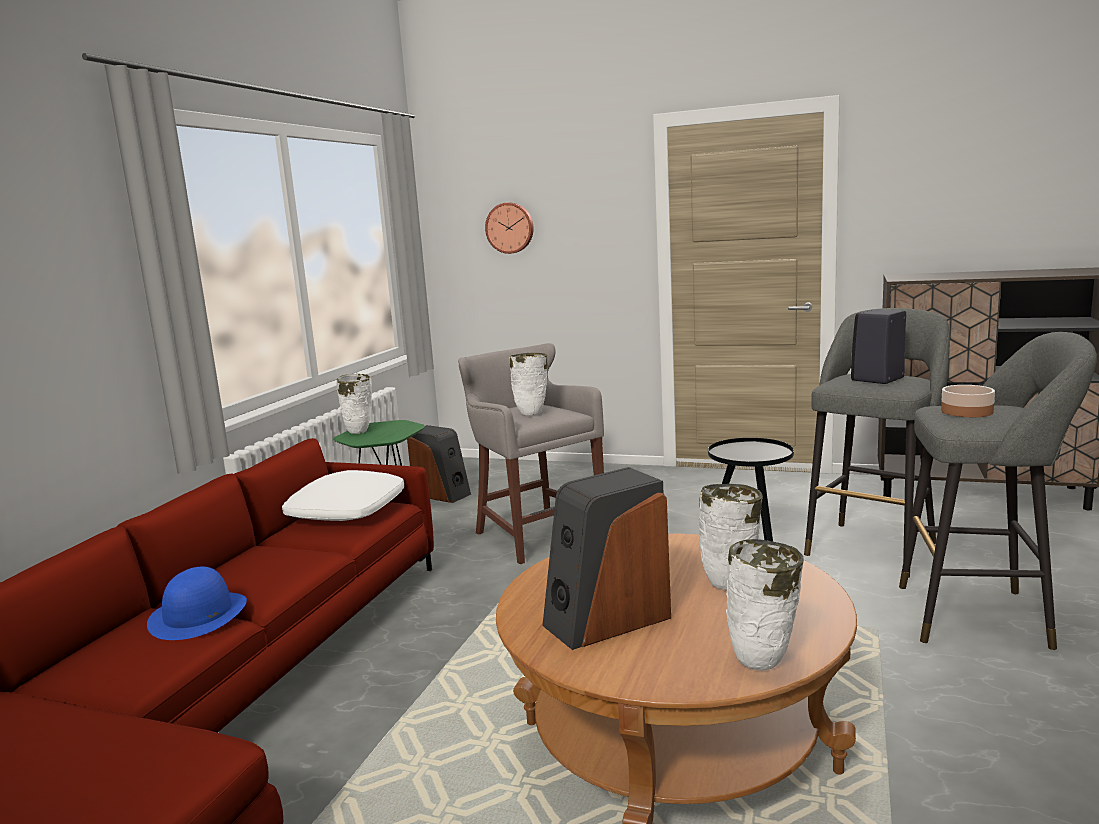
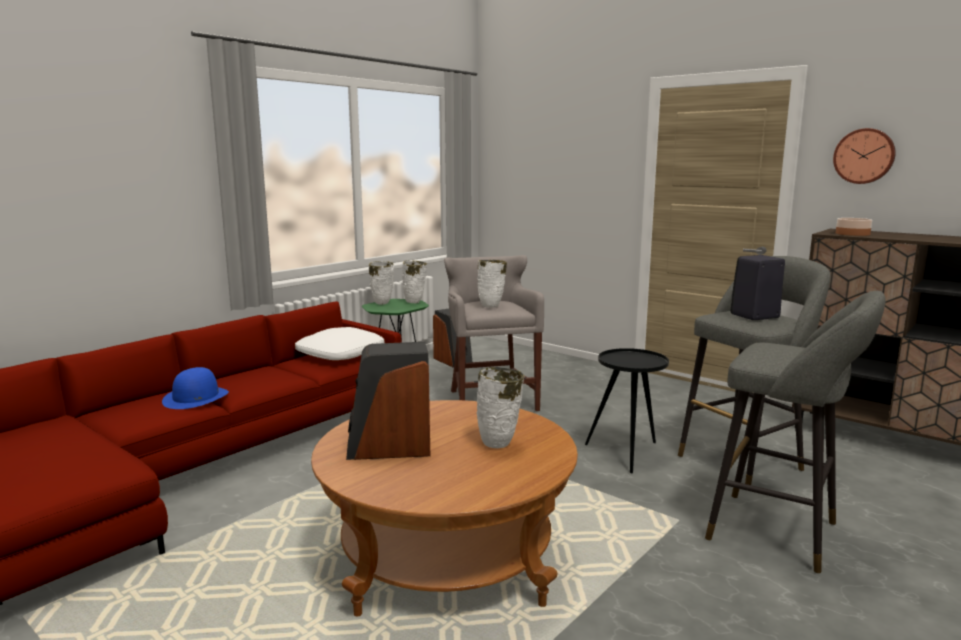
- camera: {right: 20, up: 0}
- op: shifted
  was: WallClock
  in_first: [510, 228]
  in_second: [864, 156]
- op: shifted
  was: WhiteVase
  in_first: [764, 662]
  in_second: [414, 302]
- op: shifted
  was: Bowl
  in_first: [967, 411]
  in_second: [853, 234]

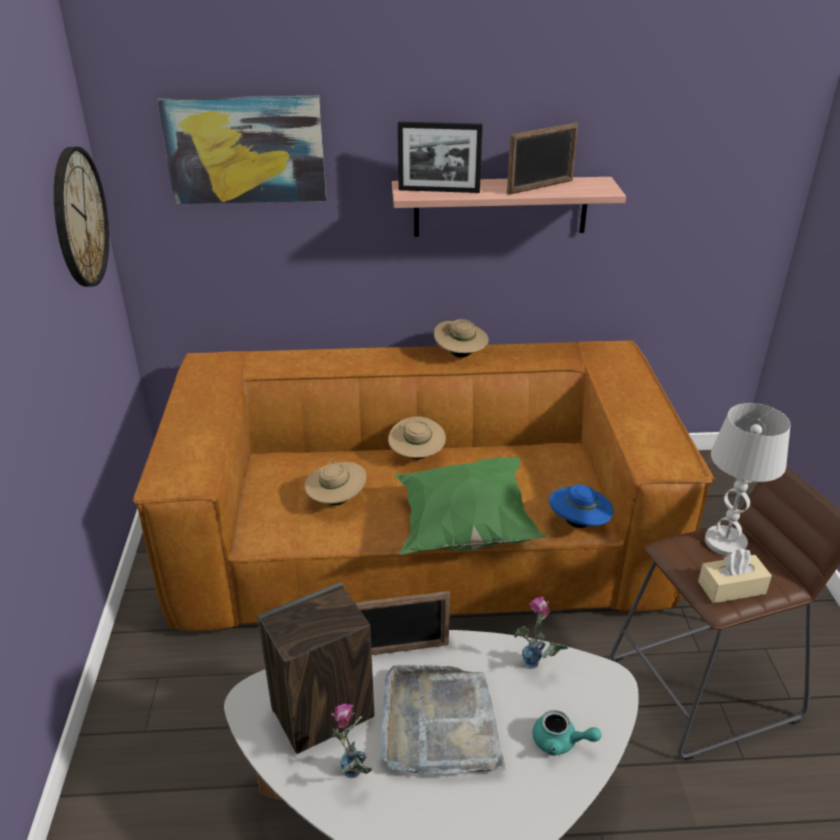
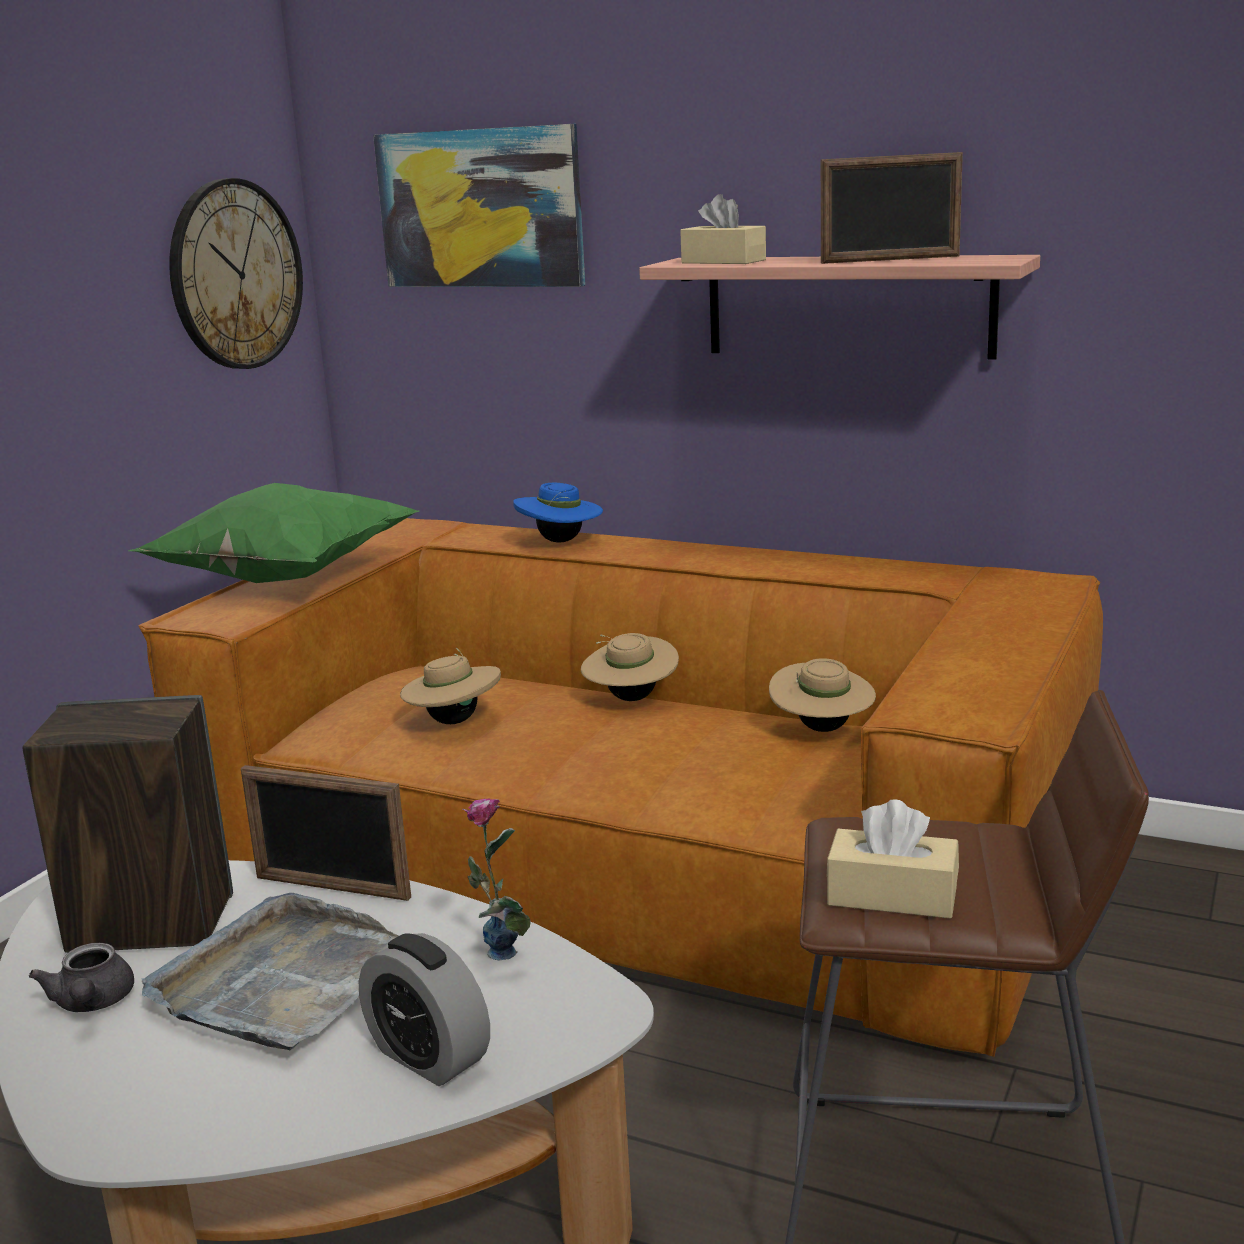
- camera: {right: 30, up: -15}
- op: swapped
  was: Vase
  now: GreyTeapot
  in_first: [352, 782]
  in_second: [92, 1003]
- op: shifted
  was: GreenPillow
  in_first: [463, 530]
  in_second: [282, 579]
- op: swapped
  was: PictureFrame
  now: BeigeTissueBox
  in_first: [439, 190]
  in_second: [723, 261]
- op: shifted
  was: BeigeHat
  in_first: [460, 355]
  in_second: [822, 729]
- op: swapped
  was: TurquoiseTeapot
  now: AlarmClock
  in_first: [560, 742]
  in_second: [428, 1056]
- op: shifted
  was: BlueHat
  in_first: [578, 524]
  in_second: [560, 541]
- op: gone
  was: WhiteTableLamp
  in_first: [726, 542]

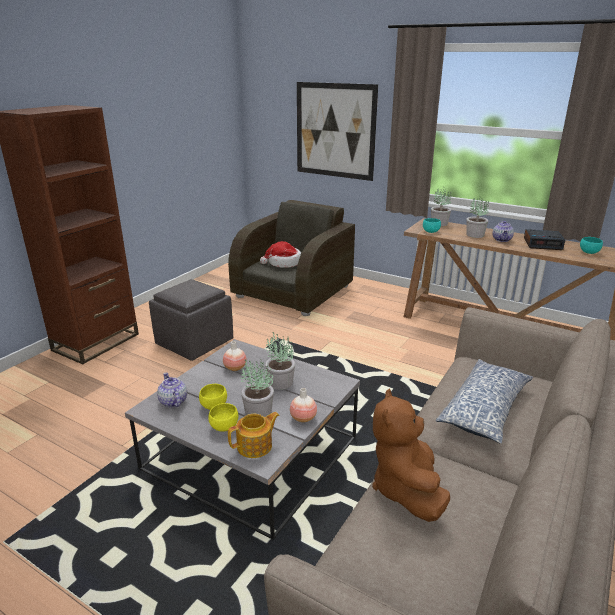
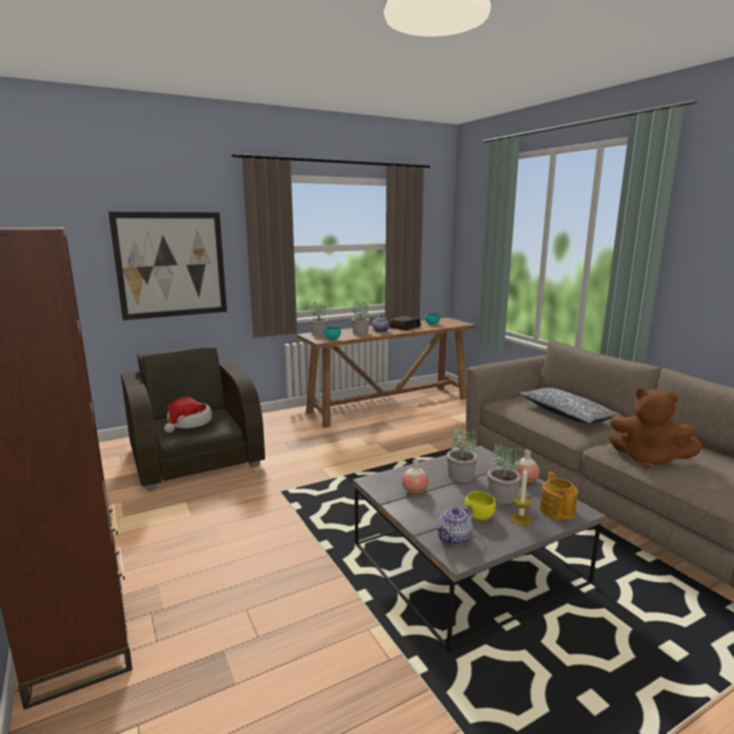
- camera: {right: -60, up: -10}
- op: gone
  was: GreyOttoman
  in_first: [194, 342]
- op: rotated
  was: Teapot
  in_first: [172, 401]
  in_second: [454, 538]
  clockwise: -45
- op: swapped
  was: YellowBowl
  now: Candle
  in_first: [223, 427]
  in_second: [520, 519]

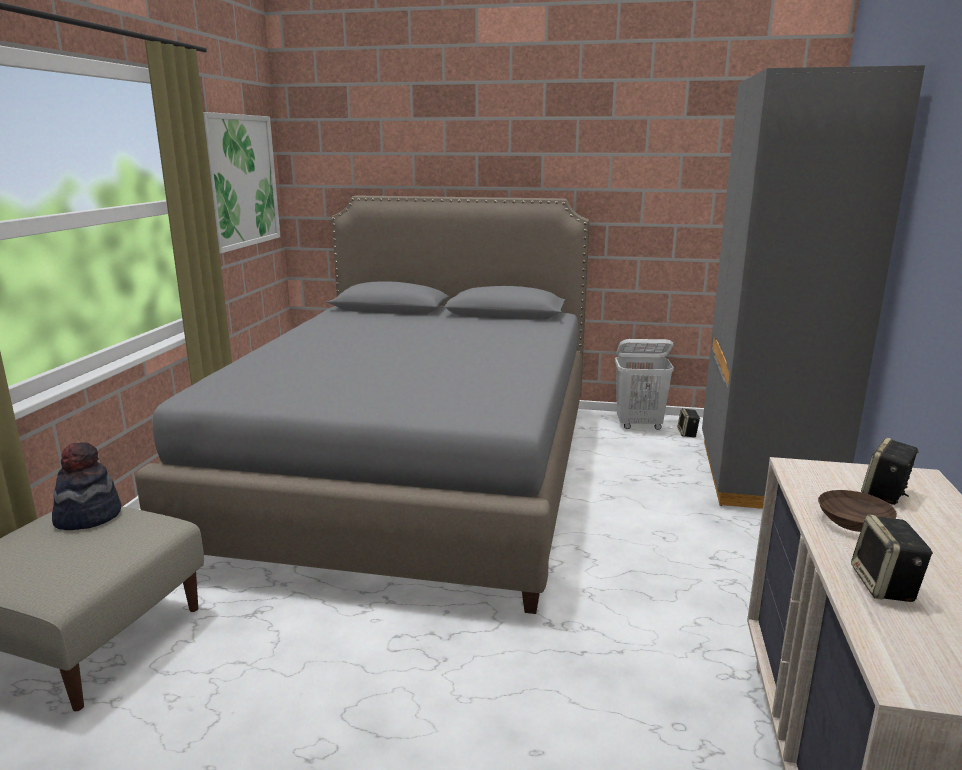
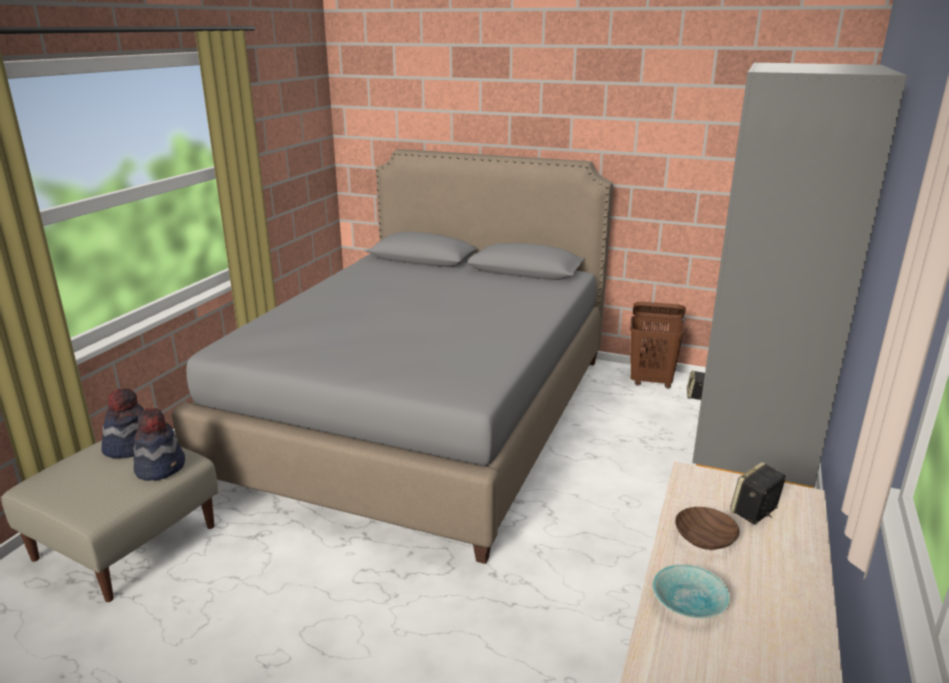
- camera: {right: 10, up: 5}
- op: gone
  was: Picture
  in_first: [240, 181]
- op: repainted
  was: WhiteLaundryBasket
  now: BrownLaundryBasket
  in_first: [639, 425]
  in_second: [651, 382]
- op: swapped
  was: Speaker
  now: TurquoiseBowl
  in_first: [885, 586]
  in_second: [690, 604]
- op: new
  now: Hat
  in_second: [161, 467]

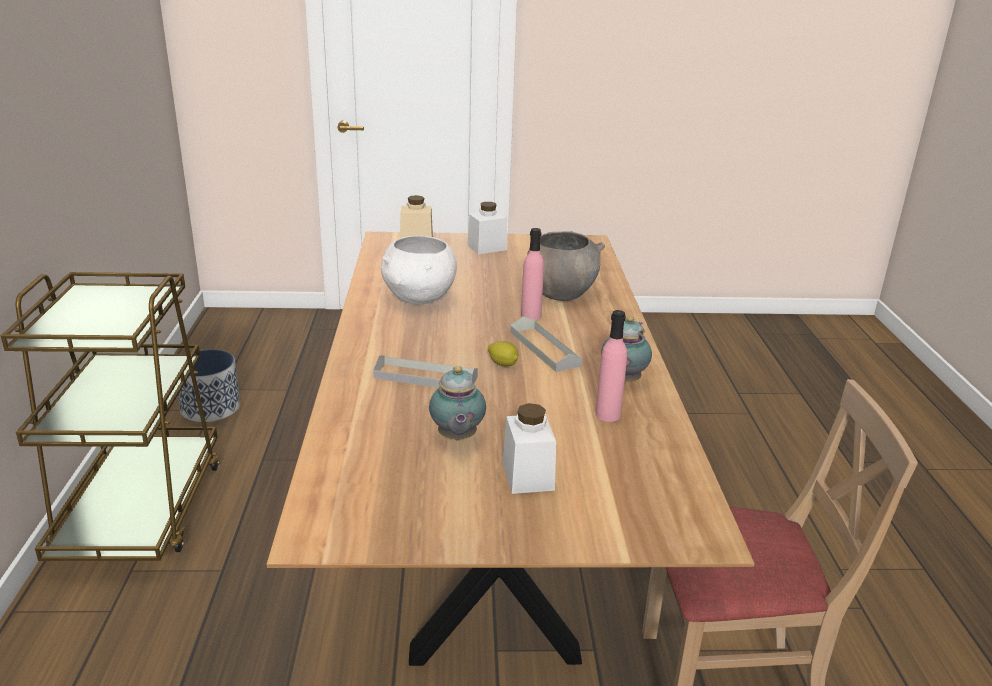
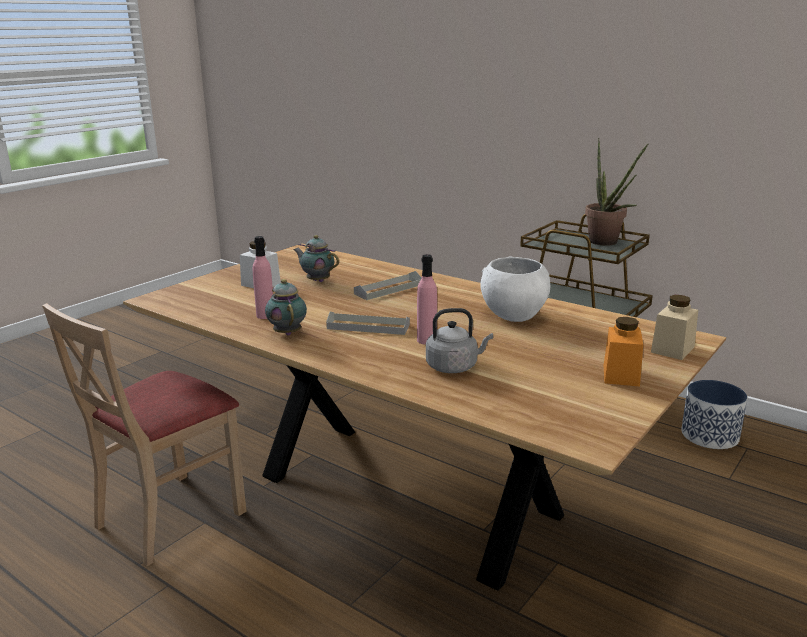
- camera: {right: 130, up: -5}
- op: repainted
  was: WhiteJar
  now: OrangeJar
  in_first: [487, 247]
  in_second: [621, 375]
- op: gone
  was: Lemon
  in_first: [503, 364]
- op: swapped
  was: GreyBowl
  now: GreyKettle
  in_first: [560, 293]
  in_second: [454, 367]
- op: new
  now: PottedPlant
  in_second: [607, 243]

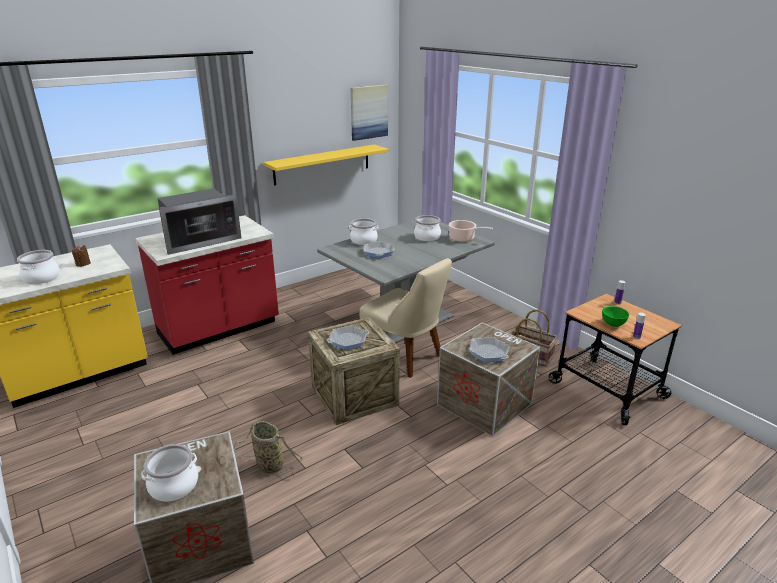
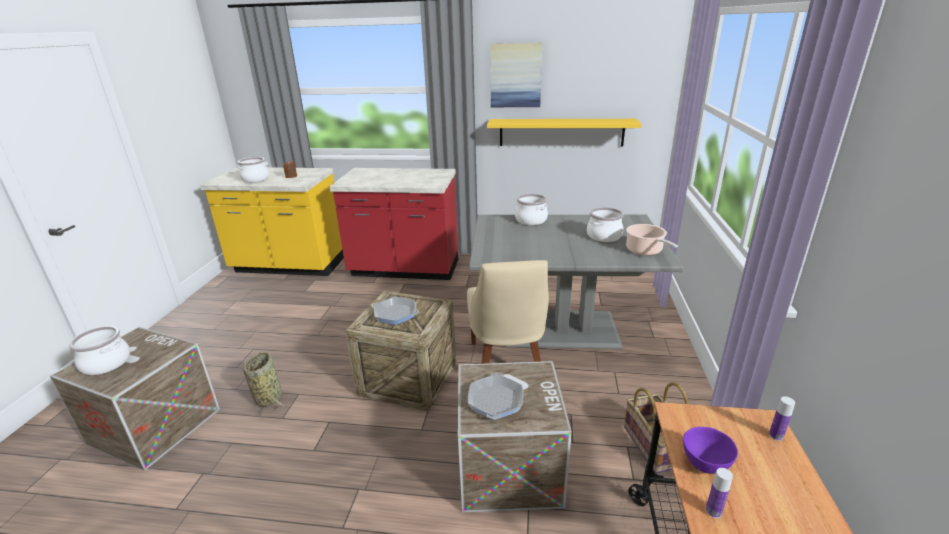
- camera: {right: 45, up: 0}
- op: gone
  was: Microwave
  in_first: [199, 240]
- op: shifted
  was: Picture
  in_first: [368, 112]
  in_second: [515, 75]
- op: gone
  was: FryingPan
  in_first: [378, 252]
- op: repainted
  was: GreenBowl
  now: PurpleBowl
  in_first: [613, 324]
  in_second: [705, 463]

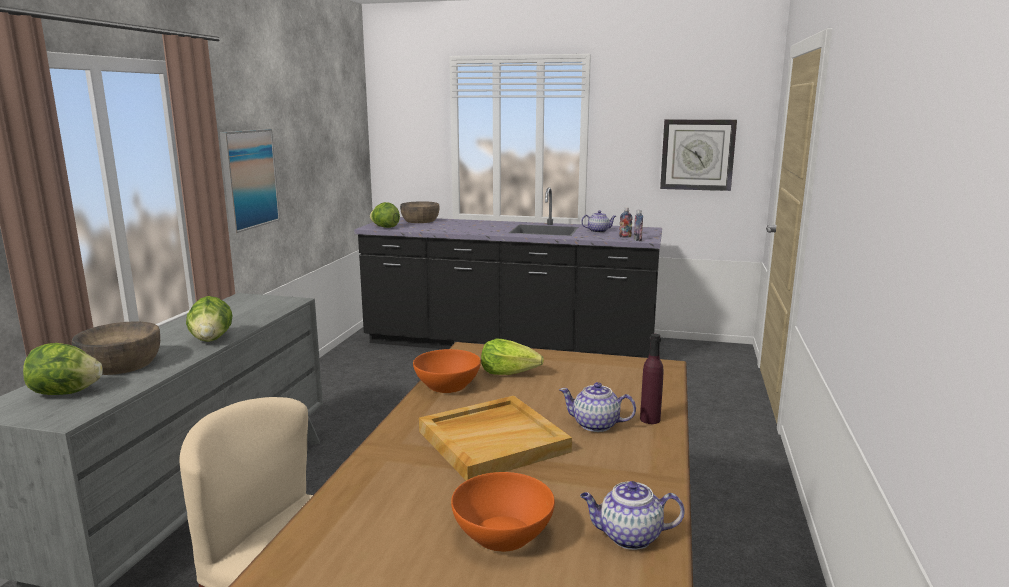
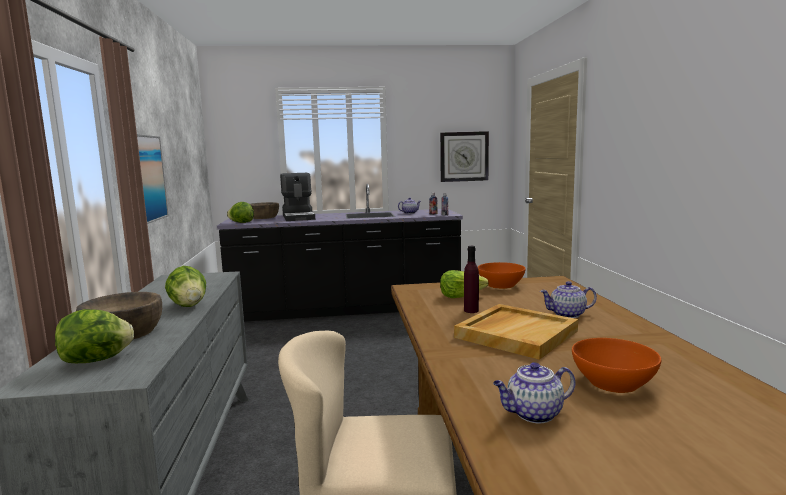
- camera: {right: -20, up: -5}
- op: shifted
  was: OrangeBowl
  in_first: [448, 385]
  in_second: [501, 285]
- op: shifted
  was: Teapot
  in_first: [628, 537]
  in_second: [533, 414]
- op: shifted
  was: PurpleBottle
  in_first: [650, 419]
  in_second: [471, 310]
- op: new
  now: CoffeeMachine
  in_second: [299, 217]

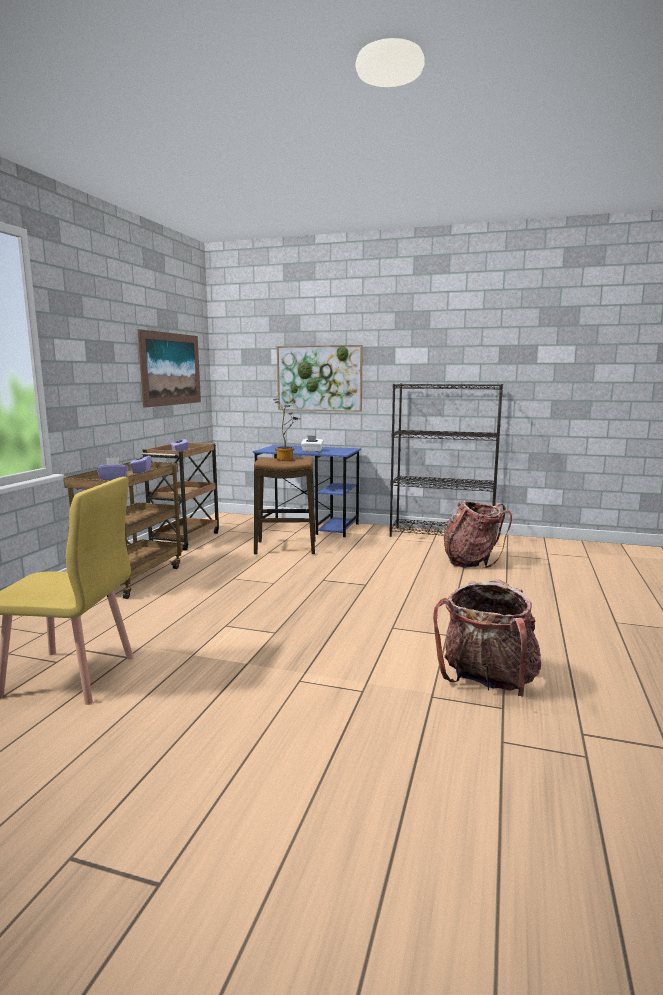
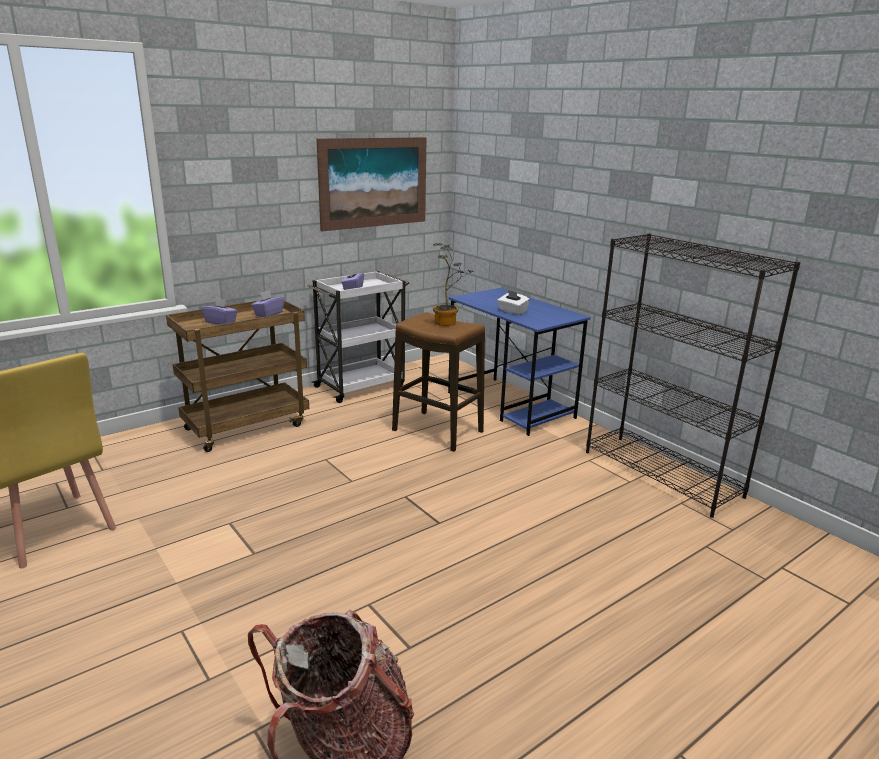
- camera: {right: 35, up: 10}
- op: repainted
  was: BrownCart
  now: WhiteCart
  in_first: [185, 539]
  in_second: [361, 386]
- op: gone
  was: Picture
  in_first: [319, 378]
- op: gone
  was: Backpack
  in_first: [471, 561]

